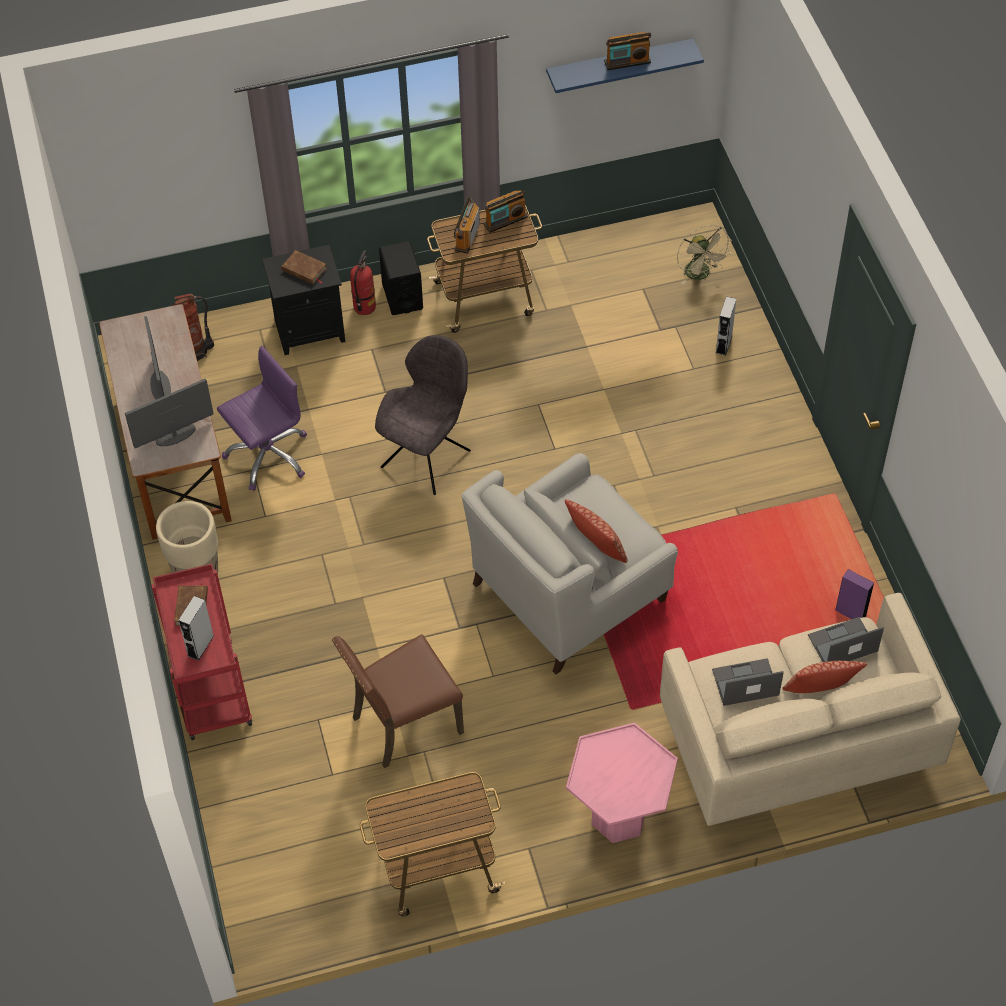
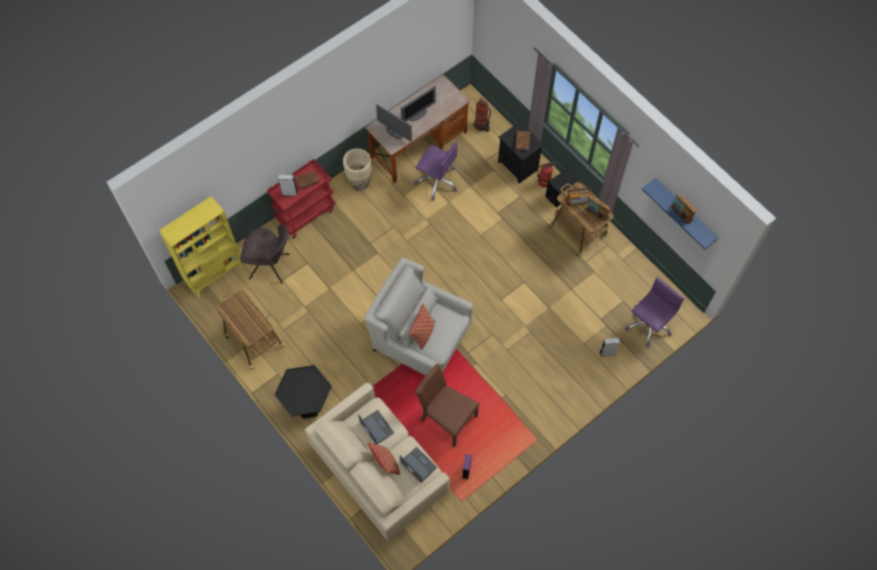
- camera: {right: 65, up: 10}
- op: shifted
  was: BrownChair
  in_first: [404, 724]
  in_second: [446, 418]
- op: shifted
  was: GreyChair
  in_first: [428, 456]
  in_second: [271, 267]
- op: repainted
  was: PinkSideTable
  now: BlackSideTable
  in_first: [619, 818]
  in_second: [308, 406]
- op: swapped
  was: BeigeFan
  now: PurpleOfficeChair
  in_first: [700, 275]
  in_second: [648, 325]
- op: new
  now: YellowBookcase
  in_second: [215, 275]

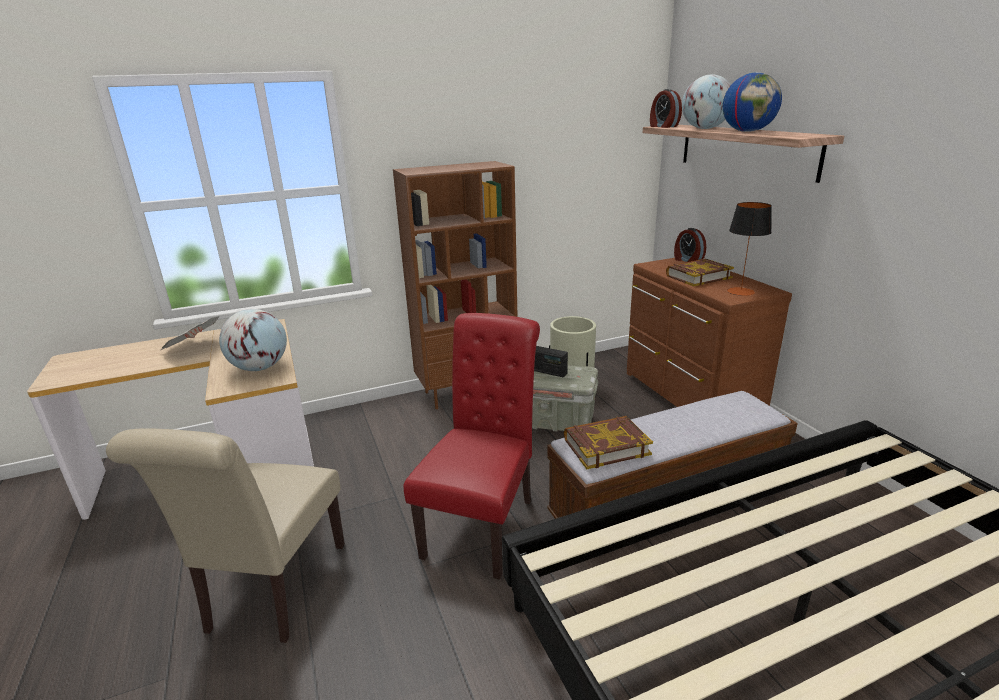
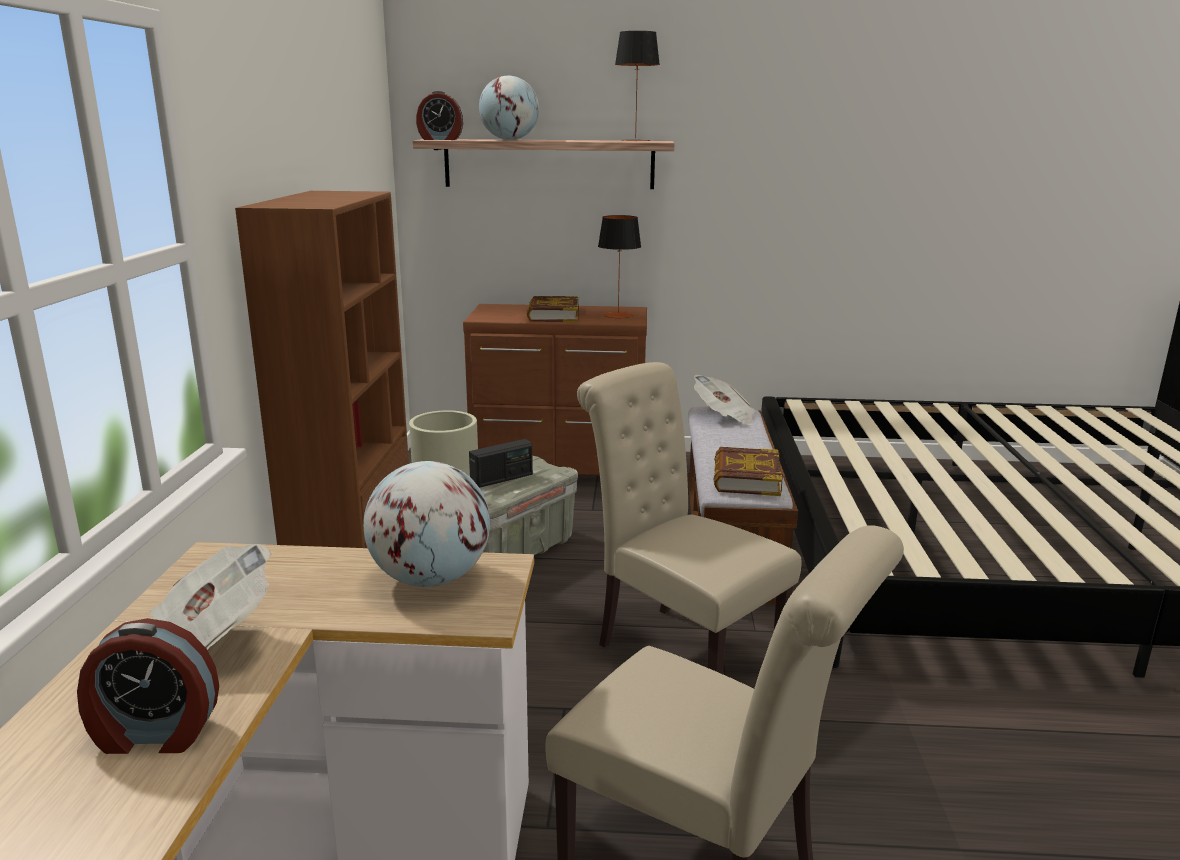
- camera: {right: -65, up: -5}
- op: repainted
  was: RedChair
  now: BeigeChair
  in_first: [483, 522]
  in_second: [678, 650]
- op: shifted
  was: AlarmClock
  in_first: [687, 261]
  in_second: [155, 735]
- op: gone
  was: Globe
  in_first: [747, 131]
- op: new
  now: TableLamp
  in_second: [635, 140]
- op: new
  now: Newspaper
  in_second: [724, 417]

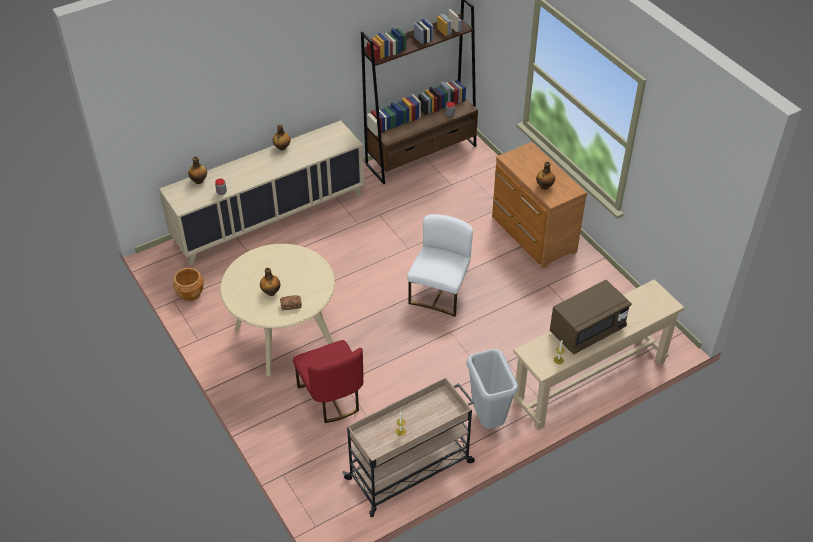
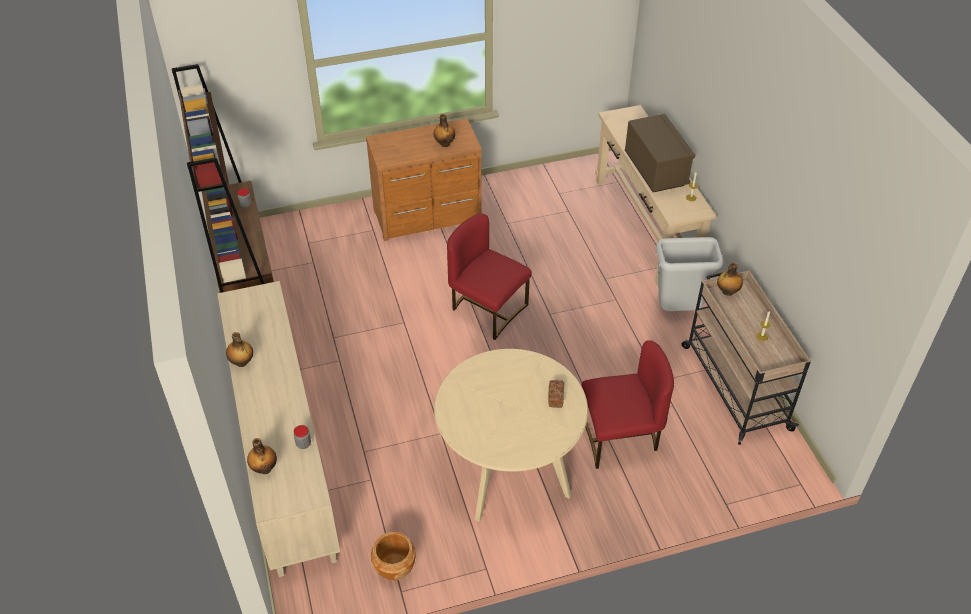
- camera: {right: -75, up: 0}
- op: shifted
  was: Bottle
  in_first: [271, 292]
  in_second: [727, 292]
- op: repainted
  was: WhiteChair
  now: RedChair
  in_first: [440, 293]
  in_second: [487, 309]

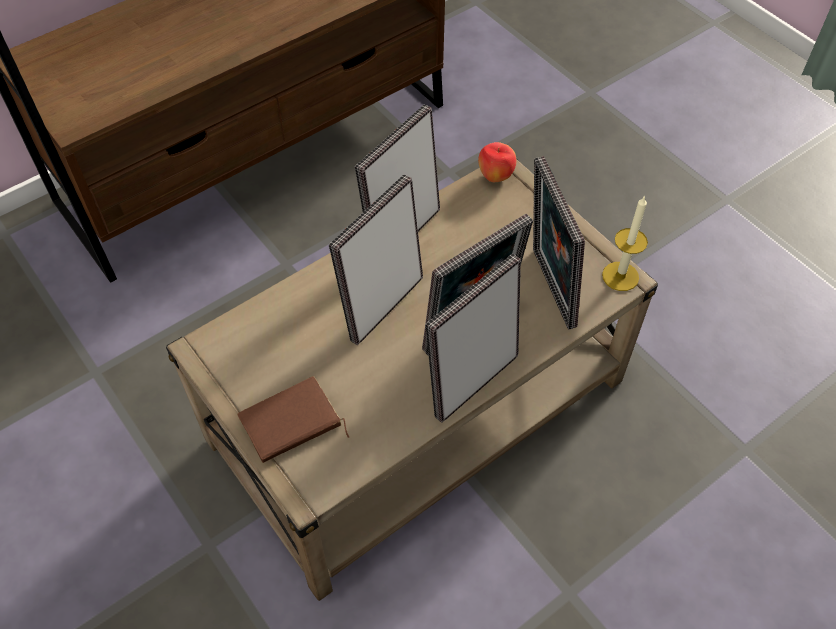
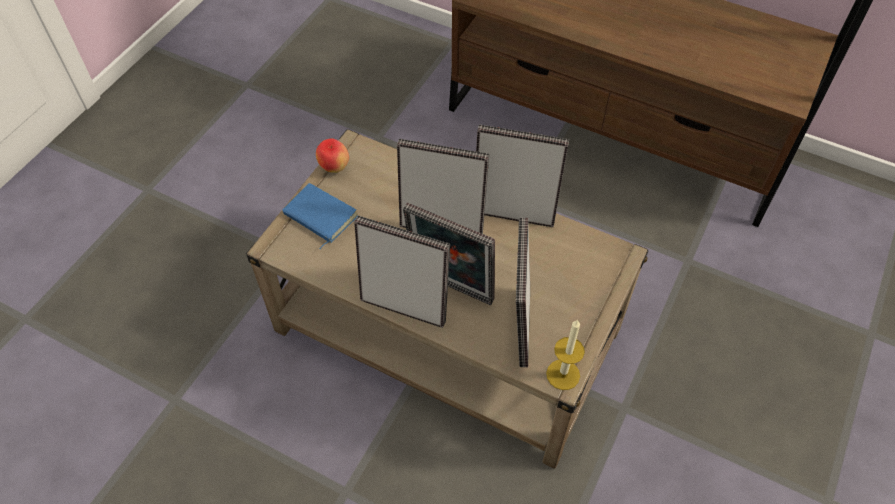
- camera: {right: 65, up: 0}
- op: repainted
  was: BrownBook
  now: BlueBook
  in_first: [291, 425]
  in_second: [319, 217]
- op: shifted
  was: Apple
  in_first: [495, 176]
  in_second: [334, 167]
- op: rotated
  was: PictureFrame
  in_first: [547, 289]
  in_second: [519, 326]
  clockwise: -45

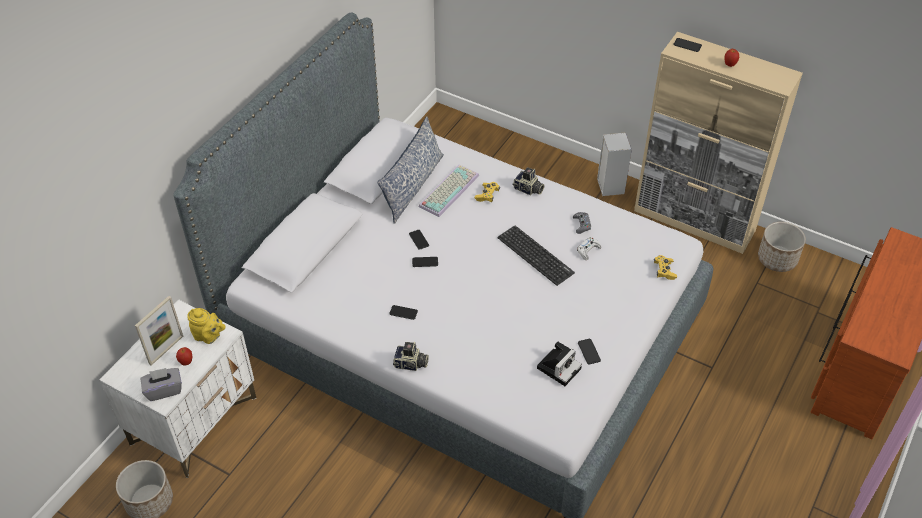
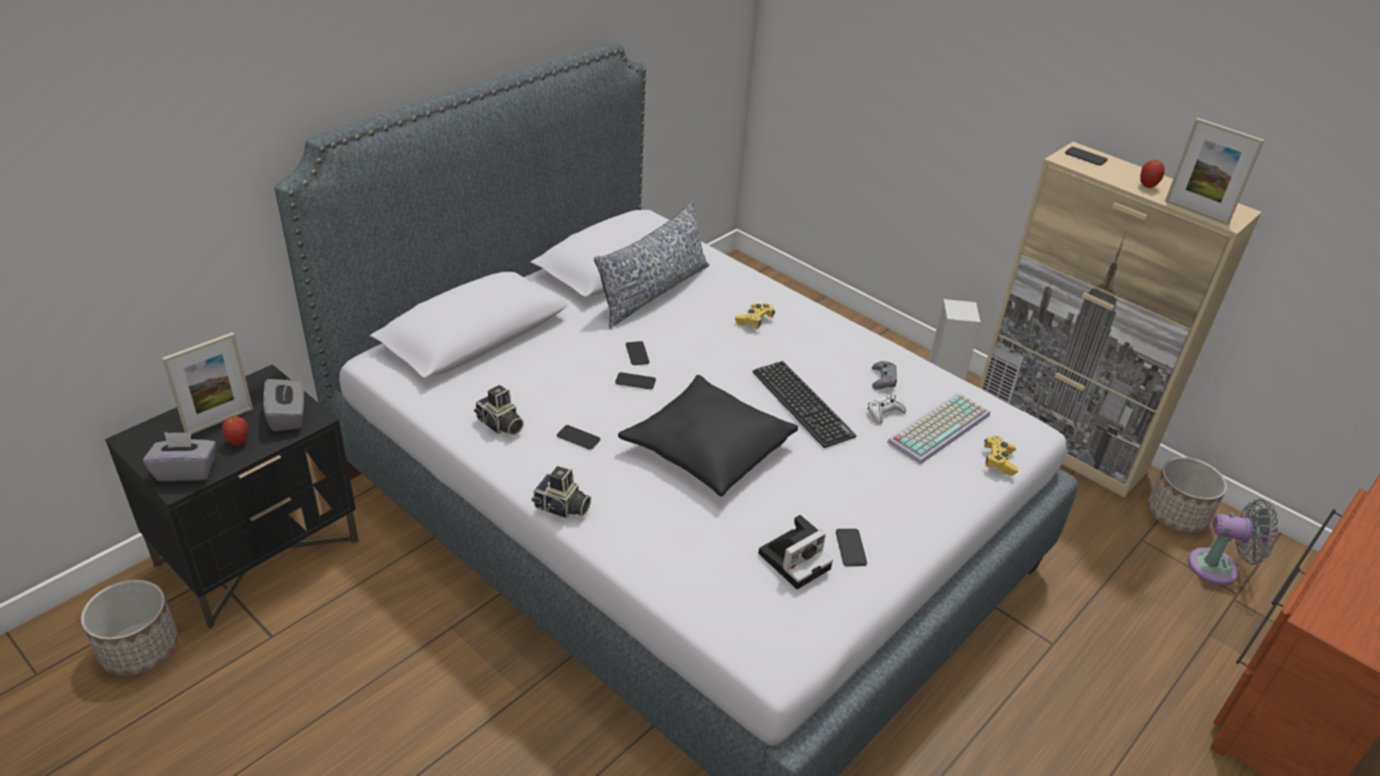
- camera: {right: 10, up: -10}
- op: repainted
  was: WhiteNightstand
  now: BlackNightstand
  in_first: [194, 420]
  in_second: [259, 552]
- op: swapped
  was: YellowTeapot
  now: GreyTissueBox
  in_first: [209, 336]
  in_second: [288, 416]
- op: shifted
  was: Keyboard
  in_first: [448, 190]
  in_second: [938, 427]
- op: shifted
  was: PhotoCamera
  in_first: [528, 190]
  in_second: [500, 425]
- op: new
  now: BlackPillow
  in_second: [707, 447]
- op: new
  now: PictureFrame
  in_second: [1196, 212]
- op: new
  now: GreyFan
  in_second: [1219, 568]

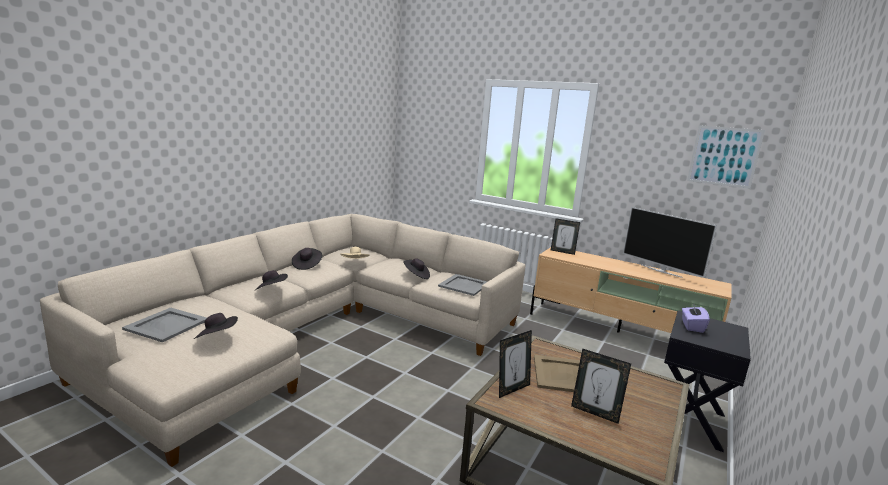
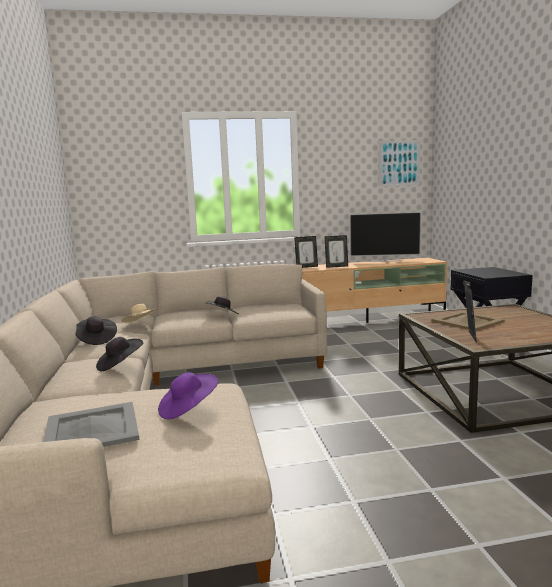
- camera: {right: -40, up: -5}
- op: repainted
  was: BlackHat
  now: PurpleHat
  in_first: [217, 337]
  in_second: [188, 409]
- op: gone
  was: GreyTray
  in_first: [464, 285]
- op: shifted
  was: PictureFrame
  in_first: [595, 412]
  in_second: [336, 266]
- op: gone
  was: PurpleTissueBox
  in_first: [692, 326]

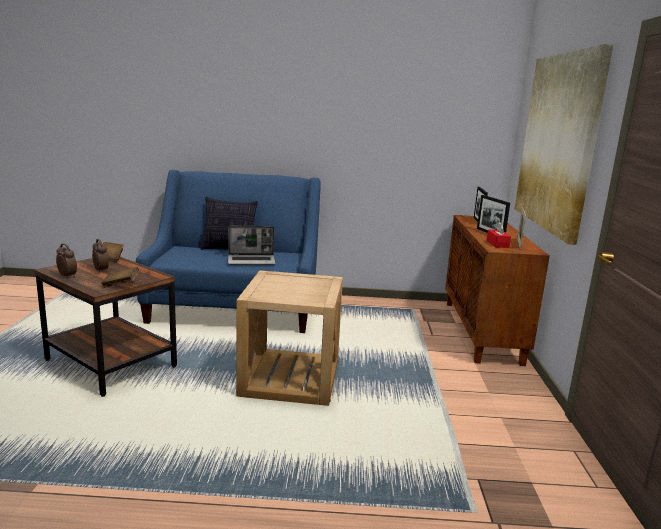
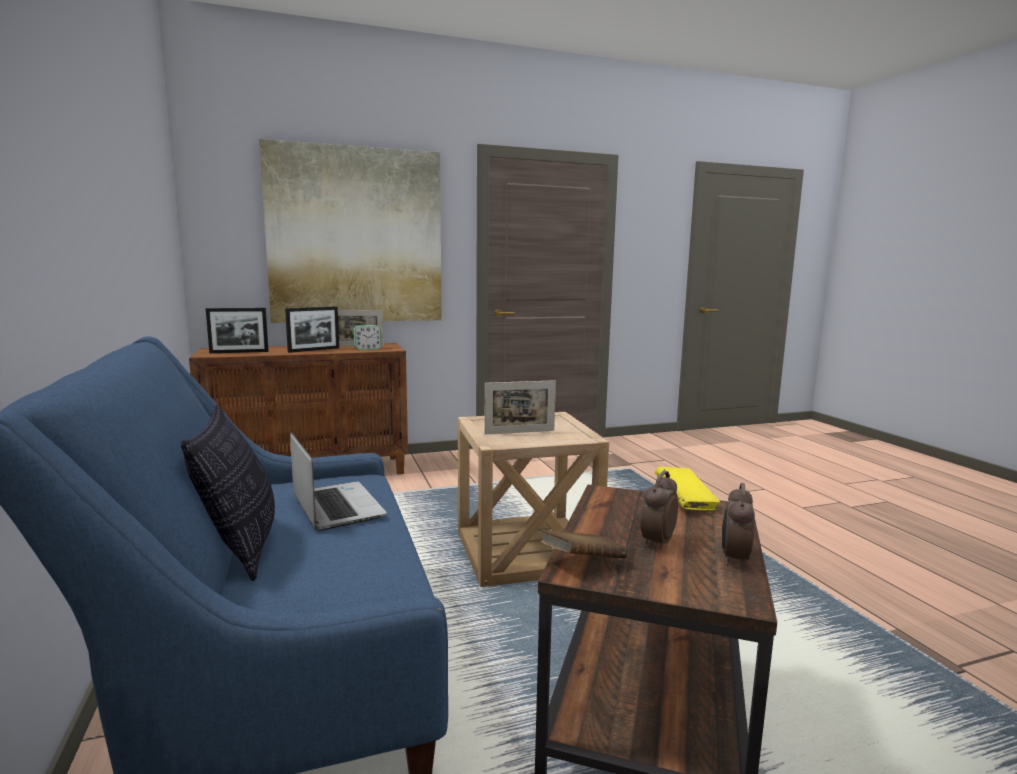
- camera: {right: -110, up: -5}
- op: repainted
  was: BrownBook
  now: YellowBook
  in_first: [120, 285]
  in_second: [685, 503]
- op: swapped
  was: RedTissueBox
  now: AlarmClock
  in_first: [497, 244]
  in_second: [367, 349]
- op: new
  now: PictureFrame
  in_second: [519, 432]

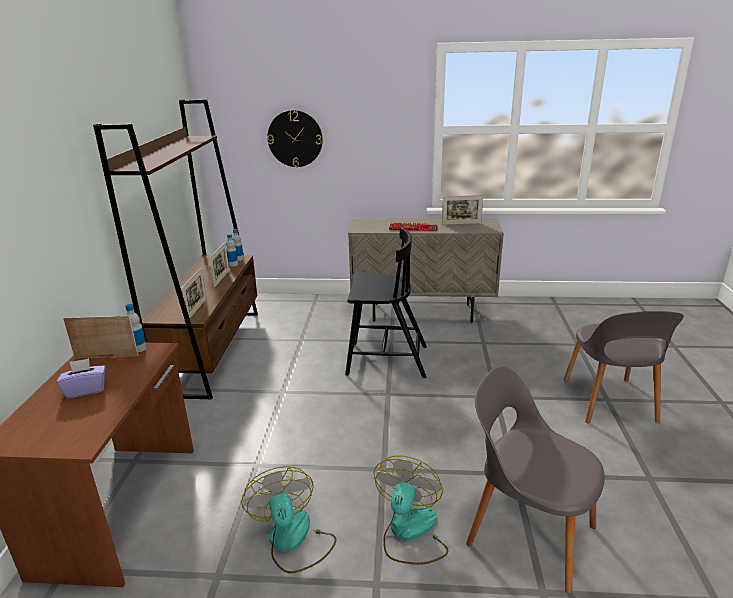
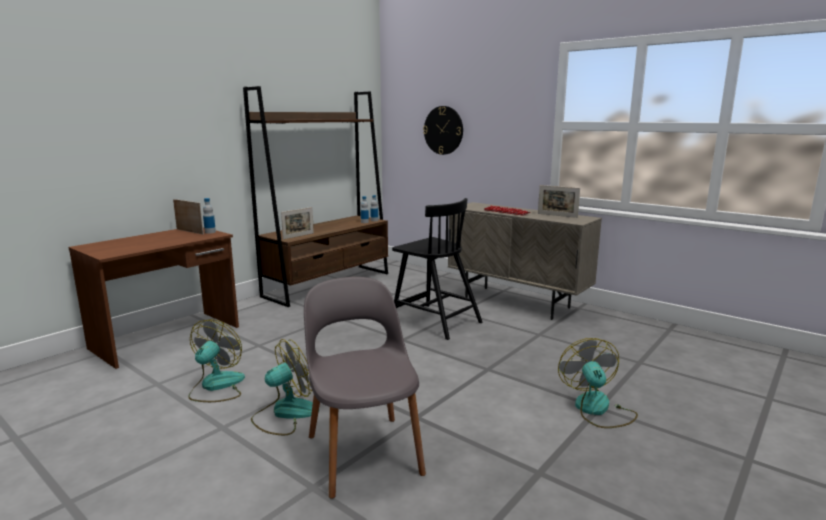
- camera: {right: 35, up: -10}
- op: gone
  was: PurpleTissueBox
  in_first: [86, 389]
- op: gone
  was: PictureFrame
  in_first: [221, 278]
- op: swapped
  was: GreyChair
  now: Fan
  in_first: [609, 402]
  in_second: [597, 409]

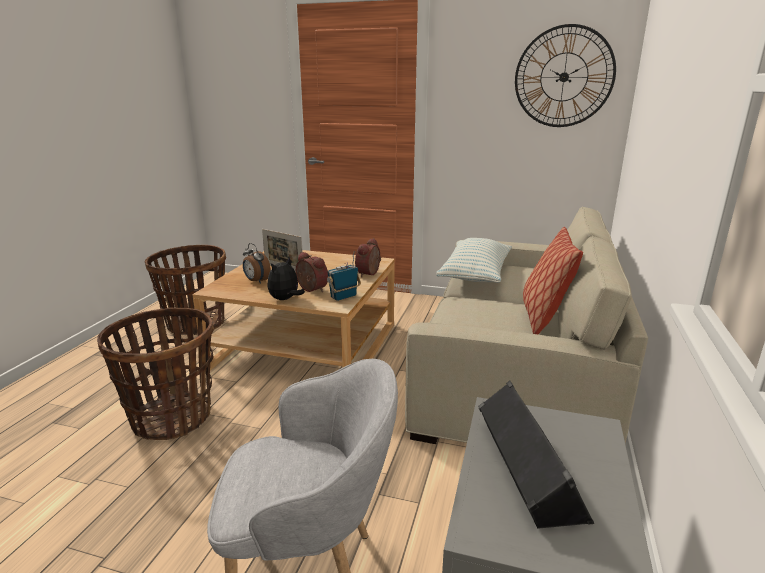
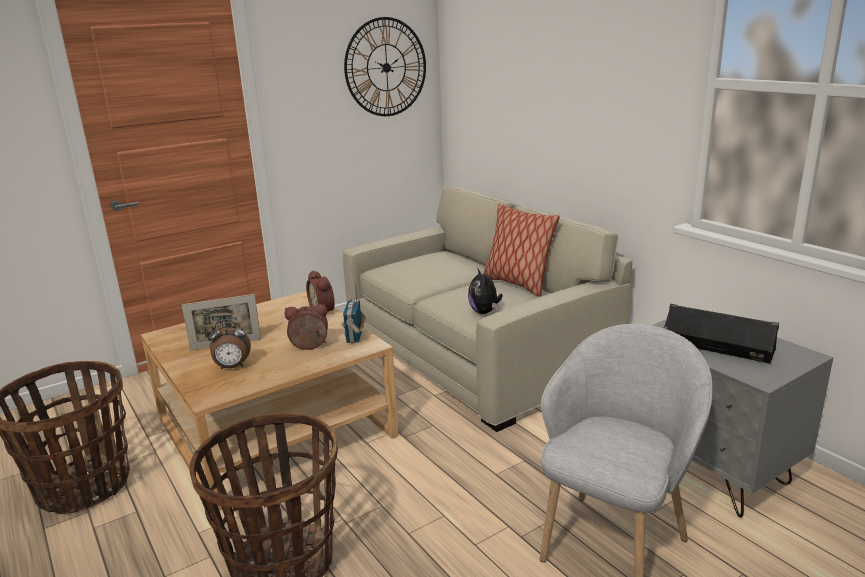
- camera: {right: -50, up: 0}
- op: shifted
  was: PlushToy
  in_first: [285, 299]
  in_second: [484, 312]
- op: gone
  was: Pillow
  in_first: [475, 275]

